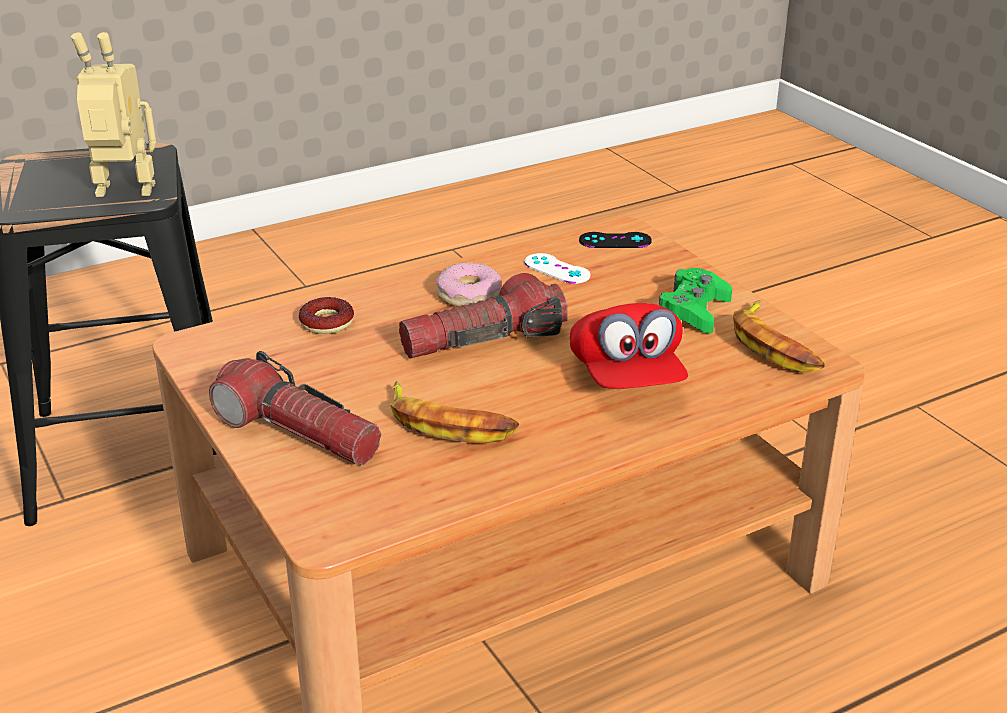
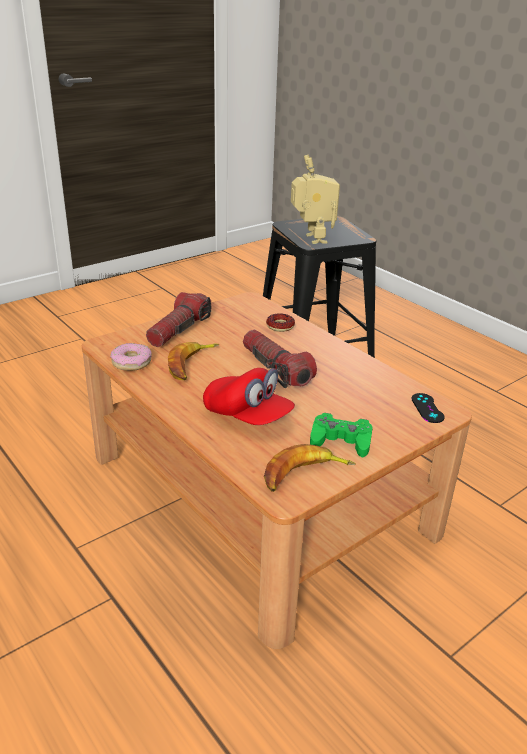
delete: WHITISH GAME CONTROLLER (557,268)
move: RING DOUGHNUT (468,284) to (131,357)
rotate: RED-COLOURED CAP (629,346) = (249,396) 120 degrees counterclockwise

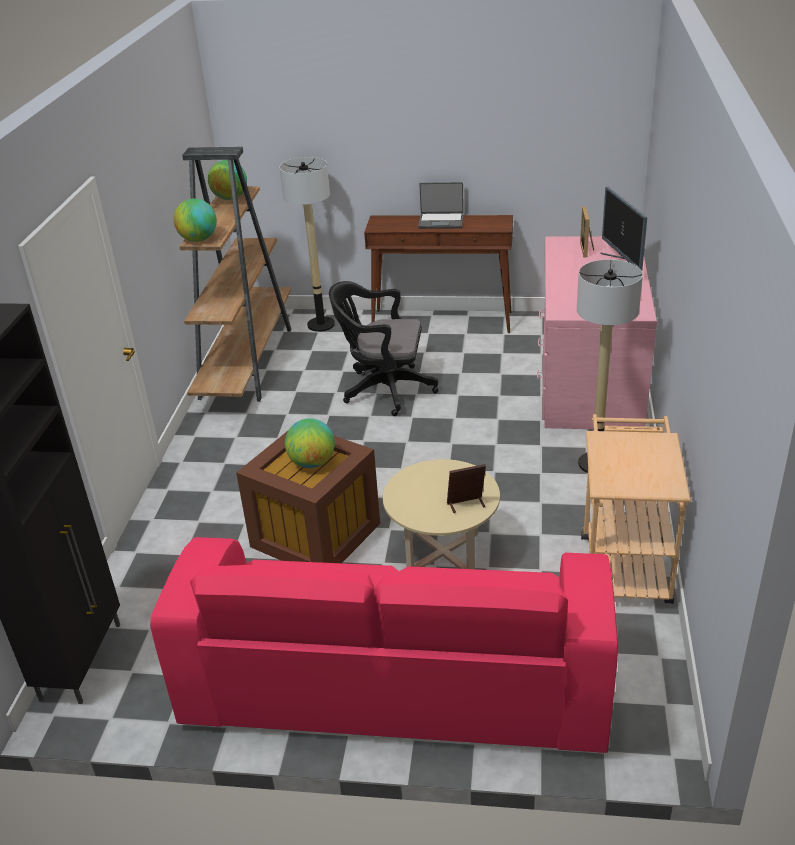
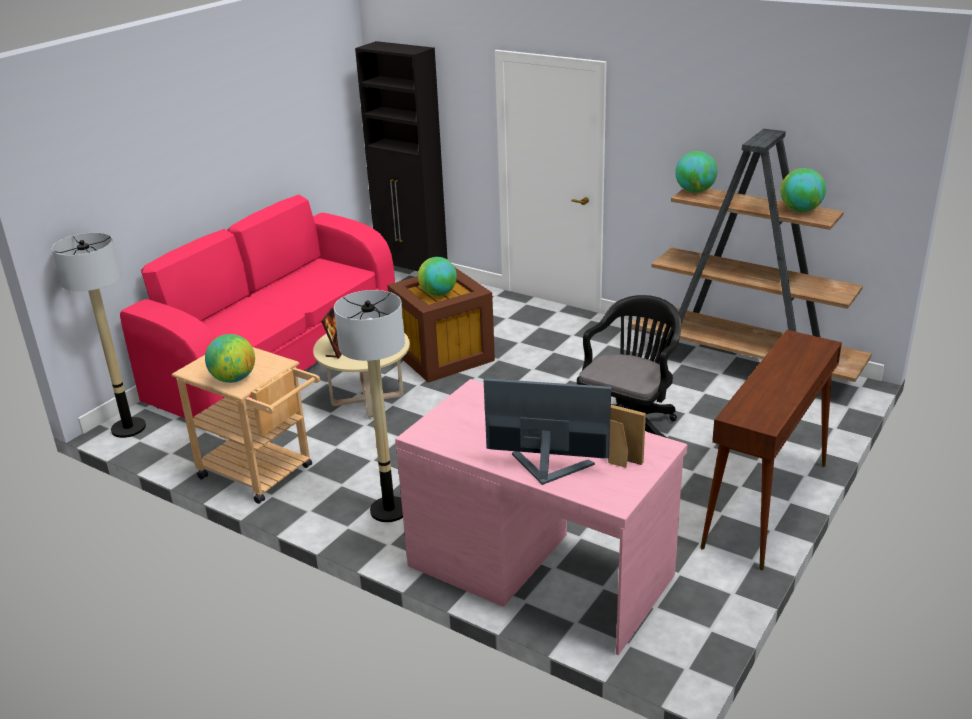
delete: LAPTOP (441,205)
insert: GLOBE (230,358)
move: STANDARD LAMP (307,244) to (99,335)

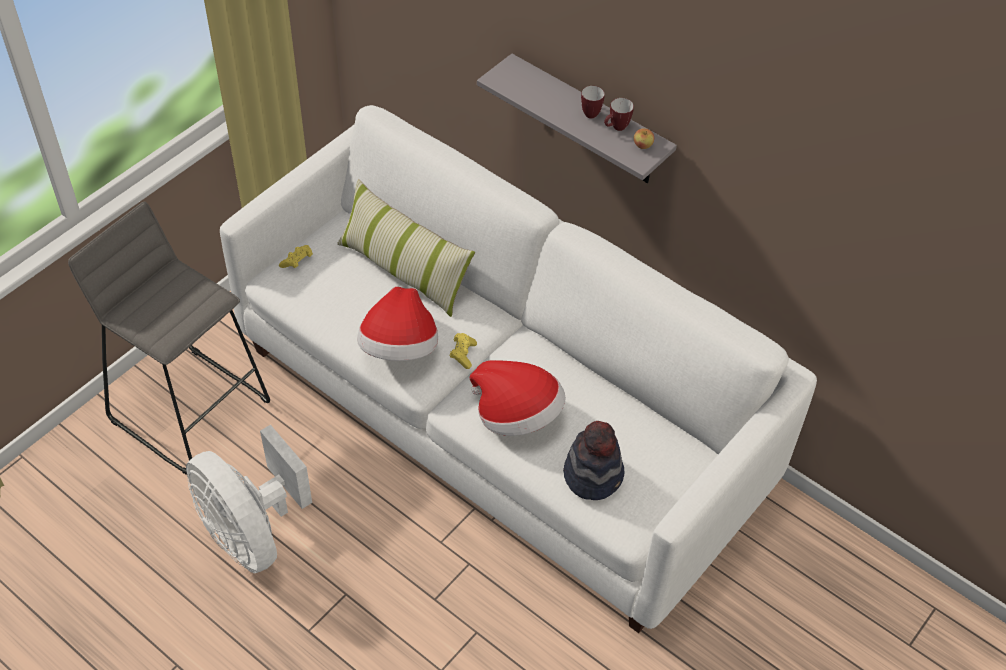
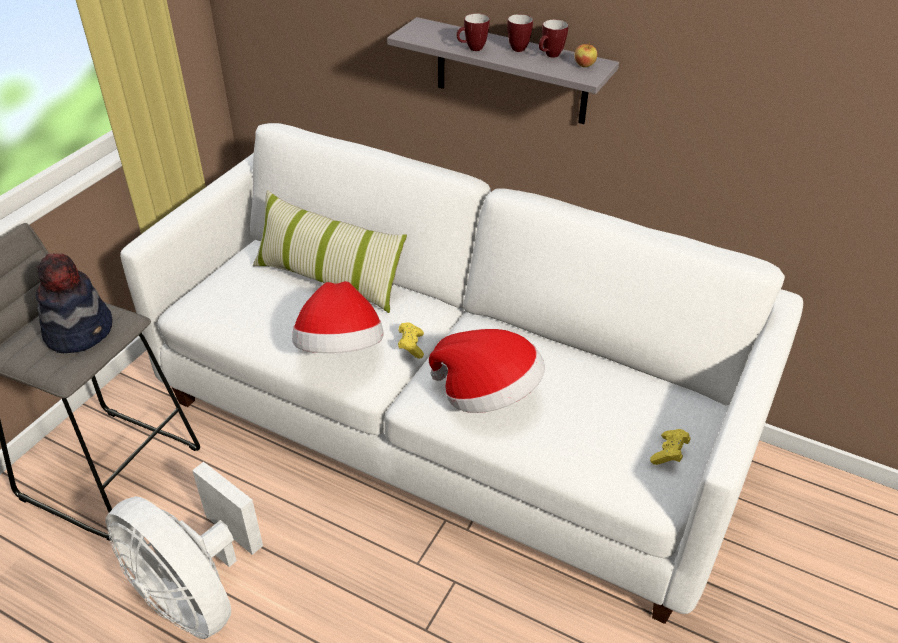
insert: COFFEE MUG (473,32)
move: YELLOW-COLOURED GAME CONTROLLER (296,256) to (670,447); HAT (594,460) to (74,303)

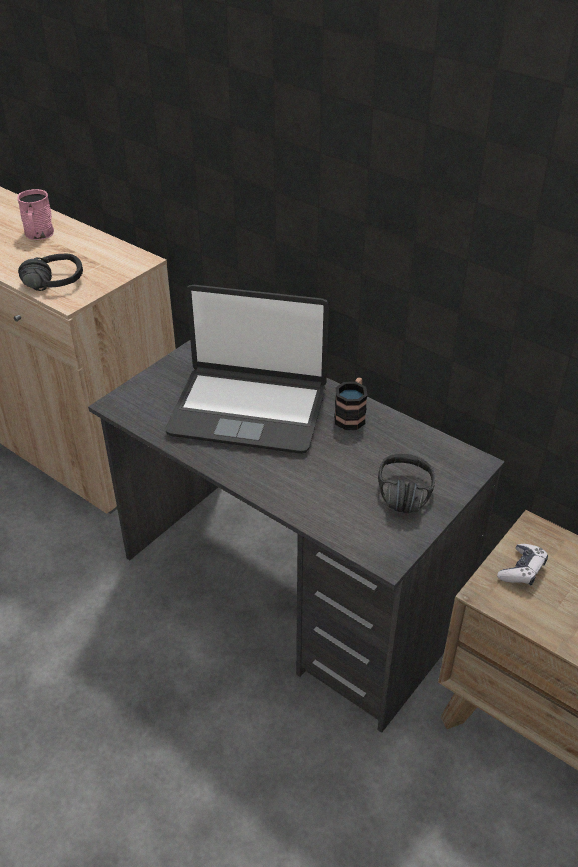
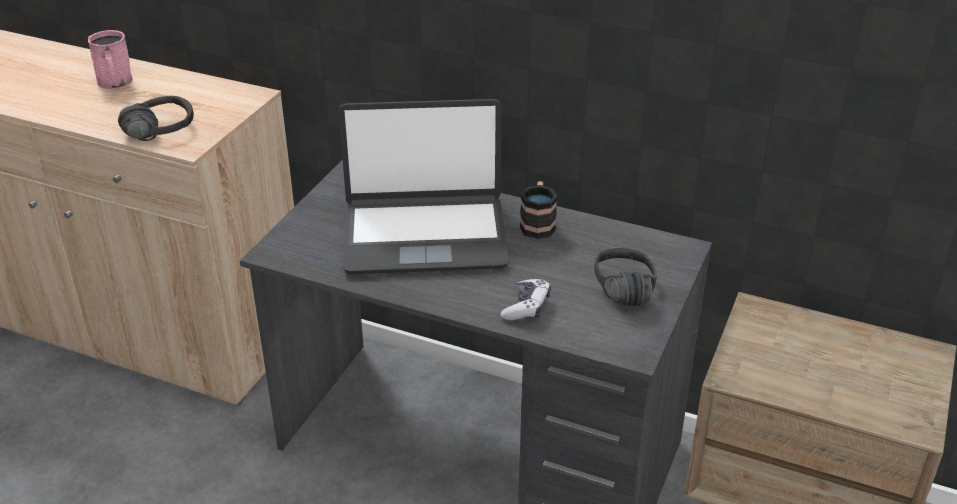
move: GAME CONTROLLER (522,564) to (526,299)

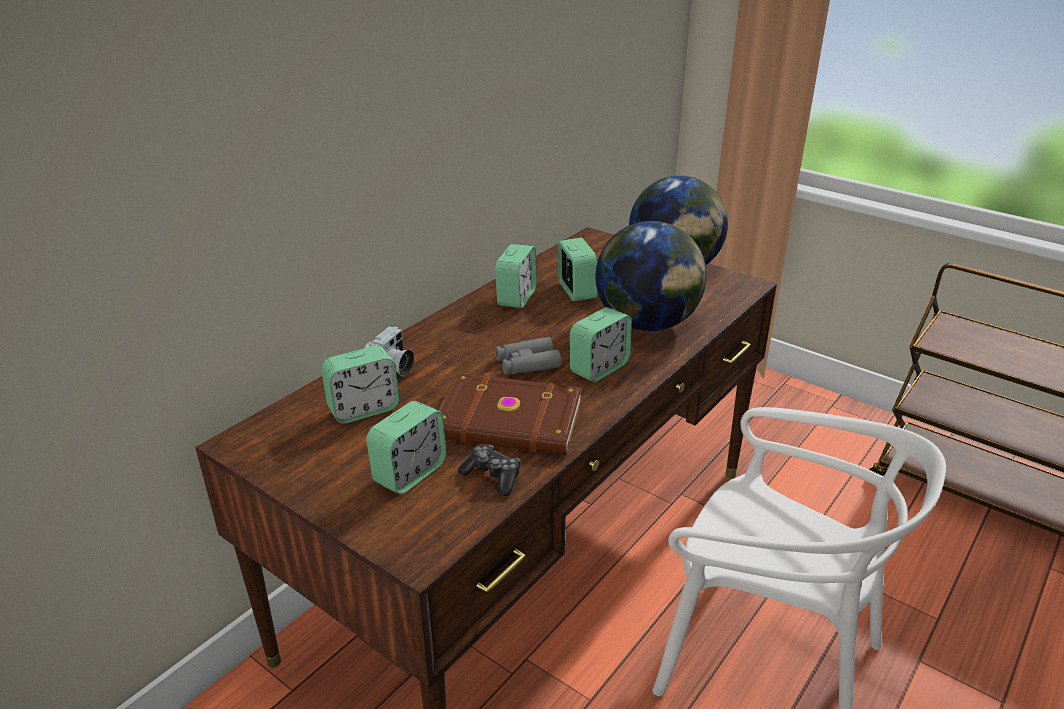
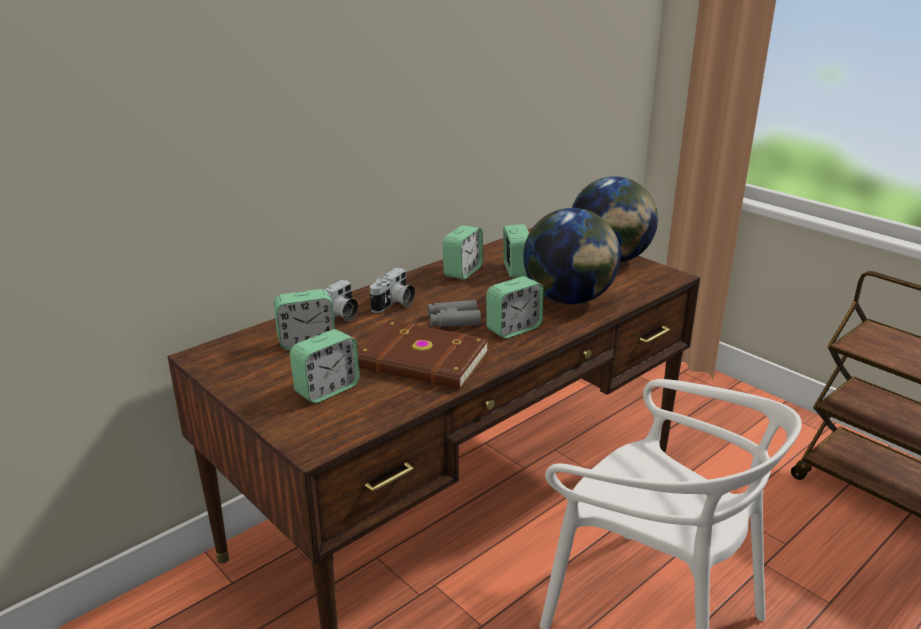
delete: GAME CONTROLLER (489,470)
insert: STILL CAMERA (392,290)

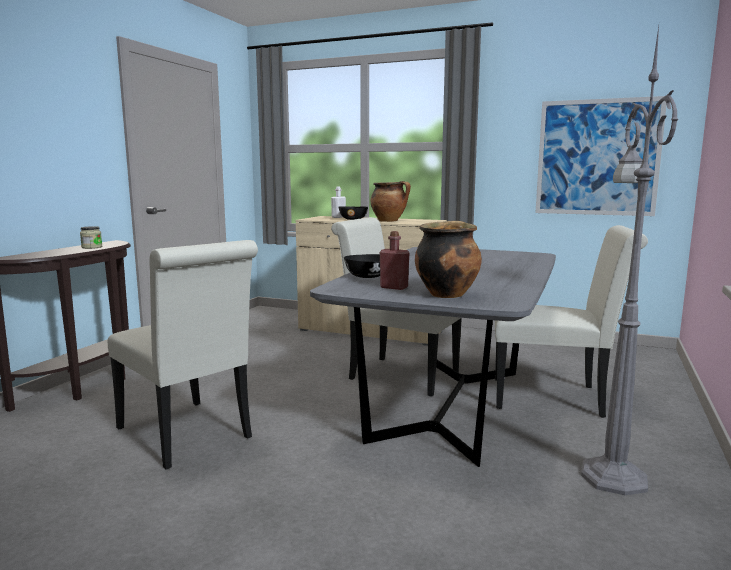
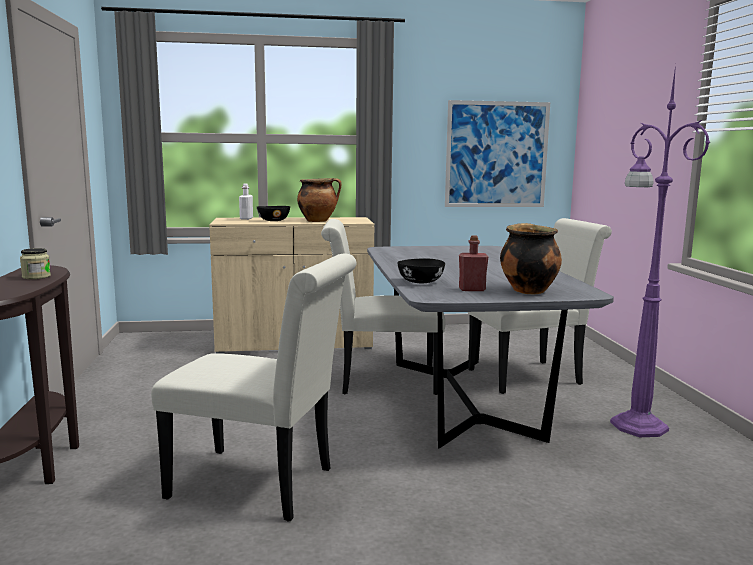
recolor: GRAY STANDARD LAMP (629,260) to PURPLE-COLOURED STANDARD LAMP (660,251)

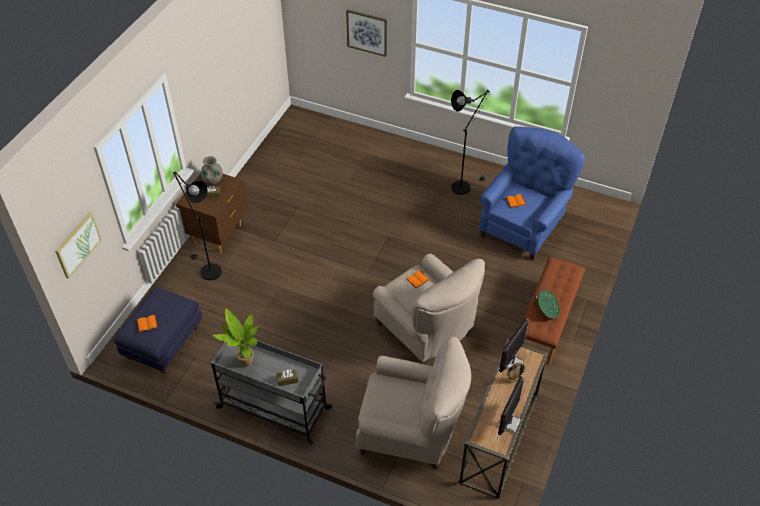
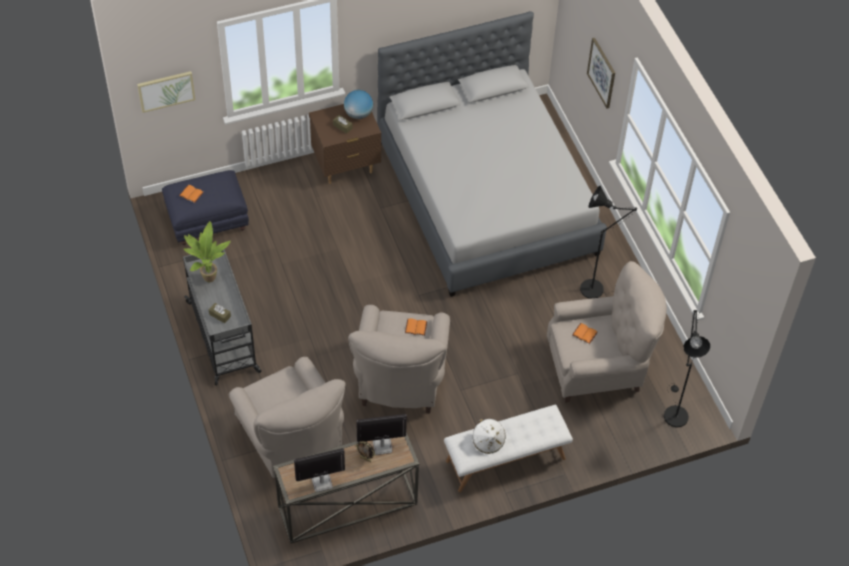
insert: GRAY BED (492,154)
move: BLACK-COLOURED STANDARD LAMP (197,225) to (687,369)
replace: GRAY DECORATIVE VASE (212,170) to GLOBE (358,104)
recolor: BLUE-COLOURED ARMCHAIR (532,193) to SAND-COLOURED ARMCHAIR (607,332); BROWN LONG SEAT (554,311) to WHITISH LONG SEAT (508,448); GREEN HAT (546,304) to WHITISH HAT (489,436)

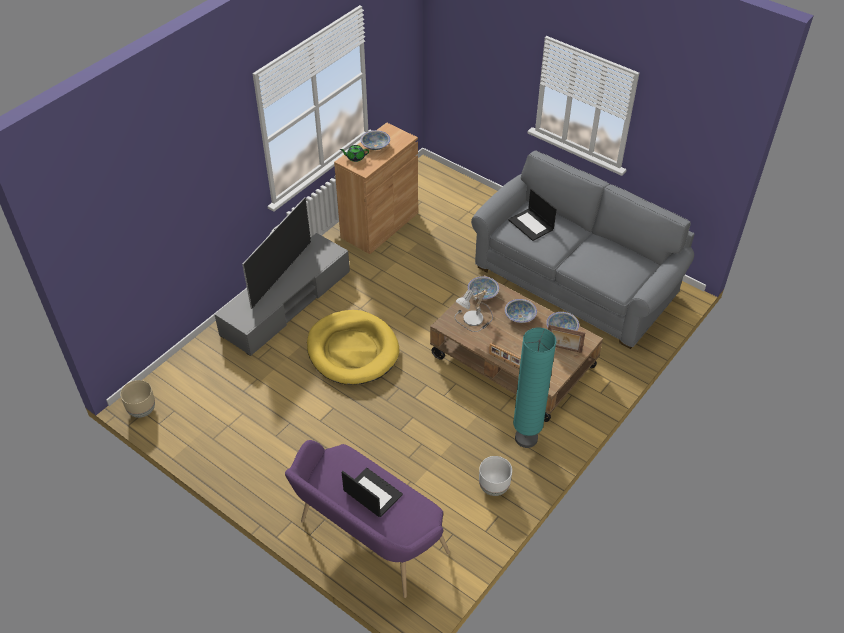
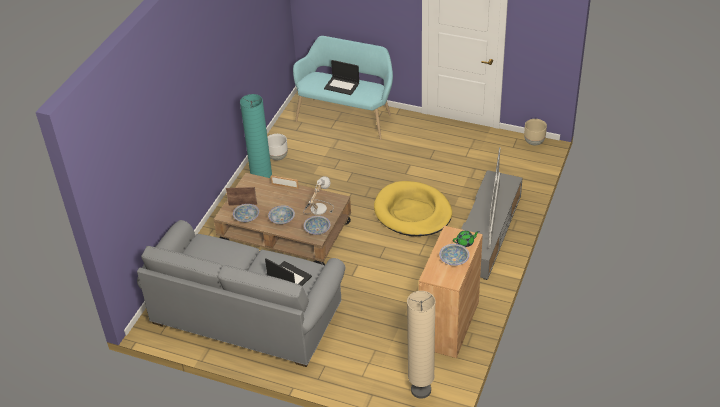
insert: SAND-COLOURED STANDARD LAMP (421,345)
recolor: PURPLE-COLOURED LONG SEAT (367,519) to TURQUOISE-COLOURED LONG SEAT (343,88)

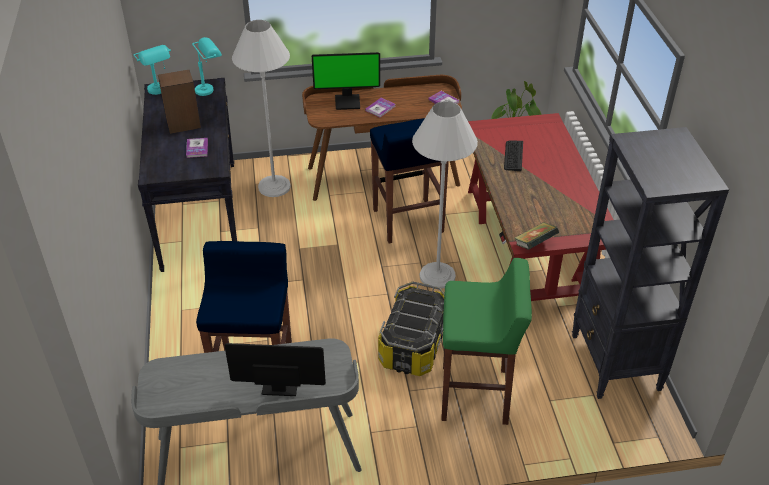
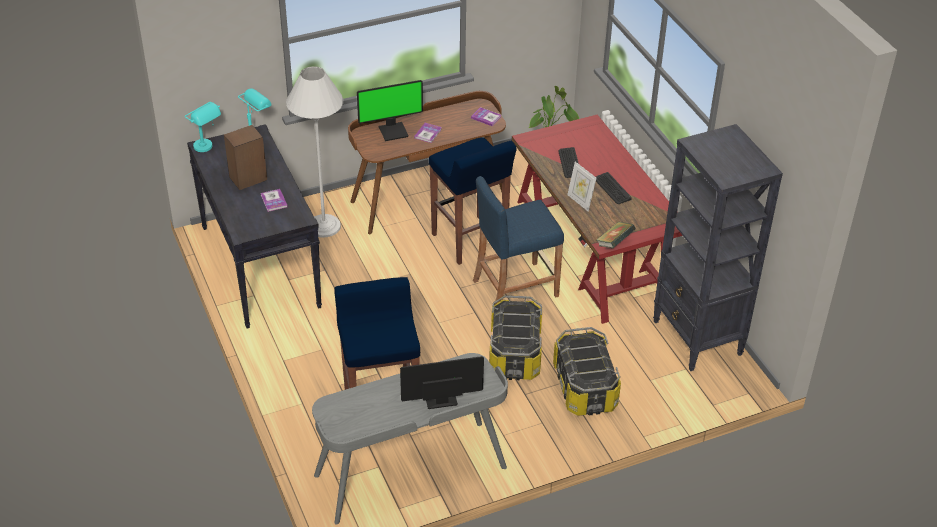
insert: STANDING FRAME (581,187); COMPUTER KEYBOARD (614,188)
replace: WHITISH STANDARD LAMP (445,195) to BLUE-COLOURED STOOL (518,240); GREEN STOOL (486,341) to STORAGE BIN (587,371)

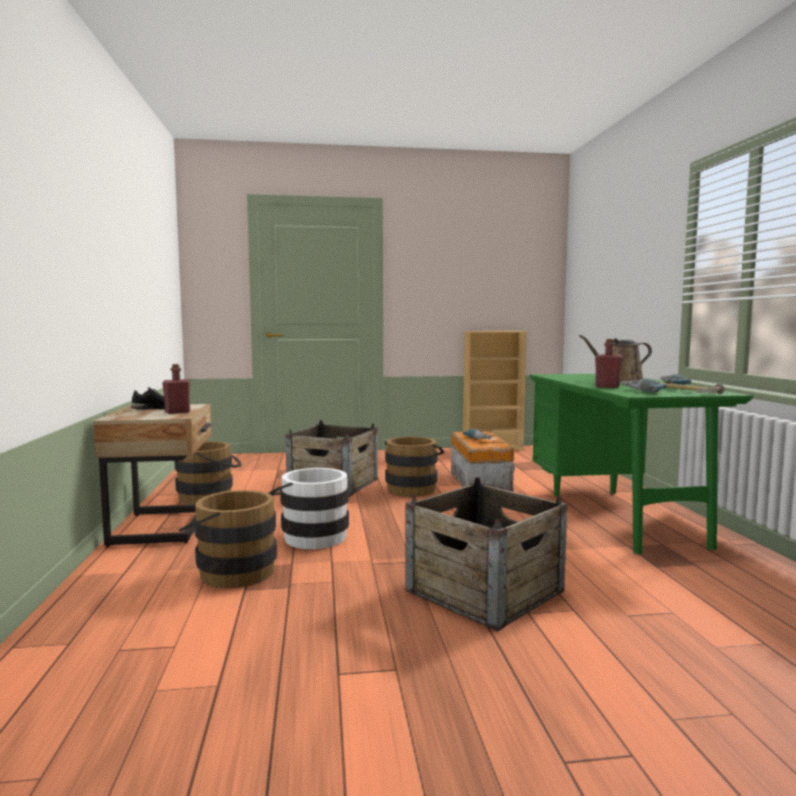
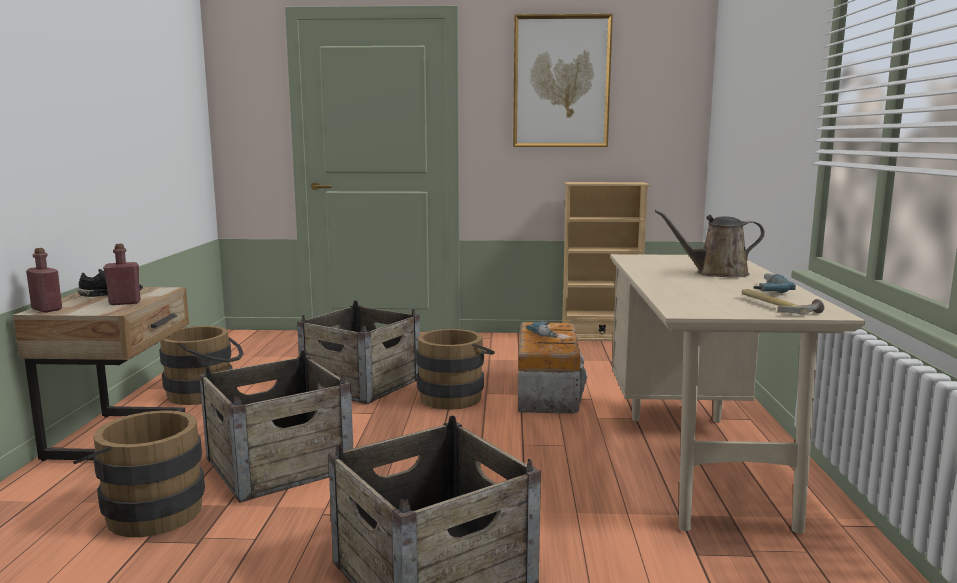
delete: DRILL (644,385)
insert: WALL PICTURE (563,80)
move: RED-COLOURED BEVERAGE BOTTLE (608,363) to (44,280)
replace: WHITISH BUCKET (308,508) to SHIPPING CRATE (276,426)
recolor: GREEN DESK (641,464) to SAND-COLOURED DESK (737,393)

